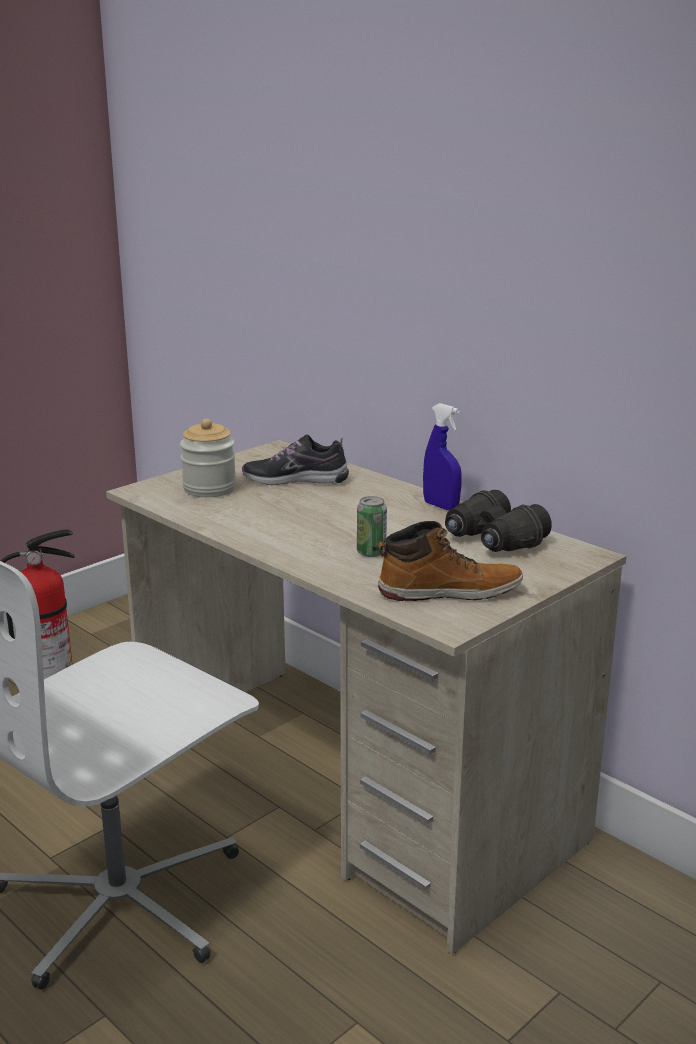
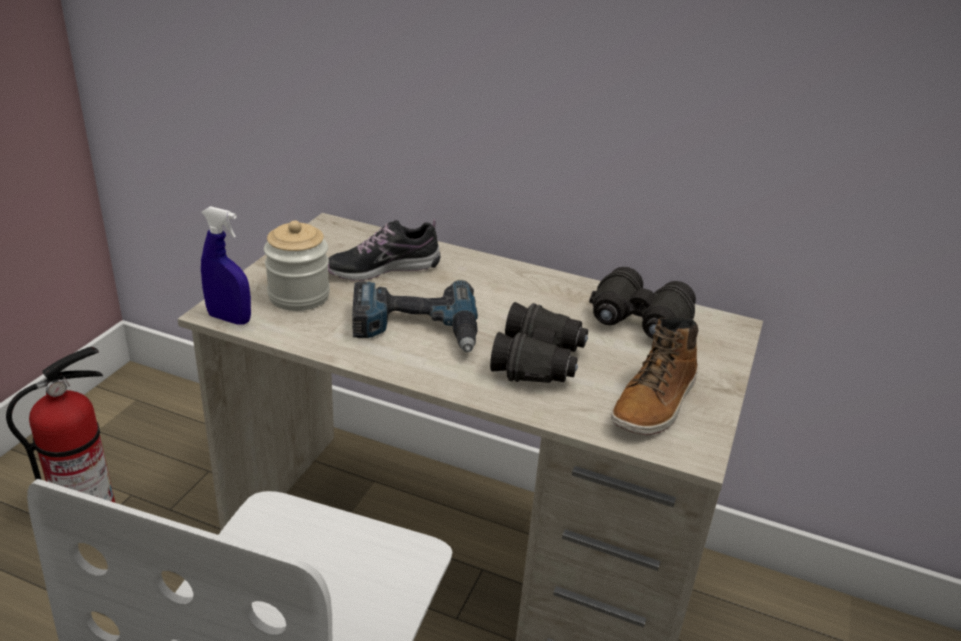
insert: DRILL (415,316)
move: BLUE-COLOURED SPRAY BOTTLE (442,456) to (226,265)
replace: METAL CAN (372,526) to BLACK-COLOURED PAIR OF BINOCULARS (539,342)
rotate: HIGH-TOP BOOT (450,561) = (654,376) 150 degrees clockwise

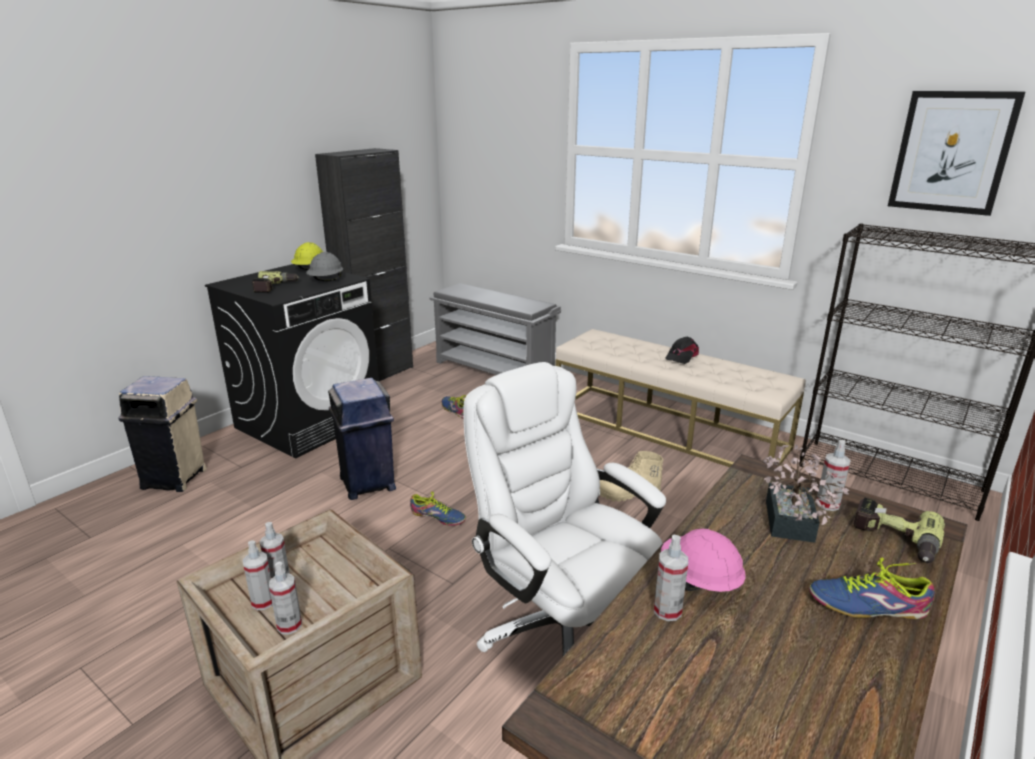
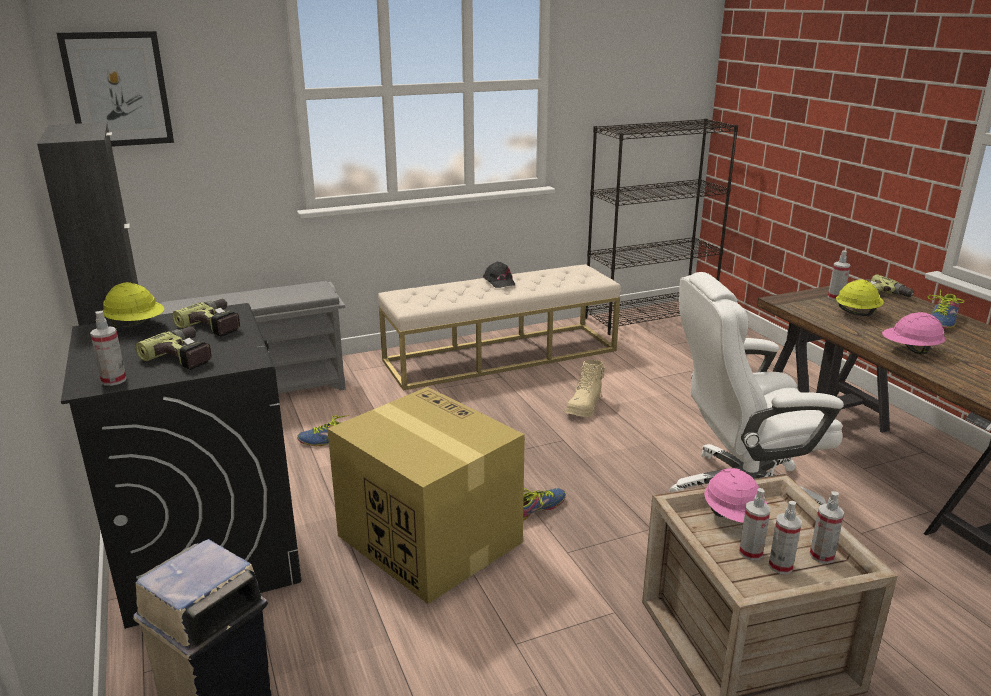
insert: PINKISH WORK HELMET (736,495)
move: WALL PICTURE (956,153) to (115,89); SPRAY BOTTLE (671,578) to (108,348)
replace: GRAY WORK HELMET (324,266) to DRILL (206,317); BLUE-COLOURED RUBBISH BIN (362,439) to PACKING BOX (426,495); HOUSEPLANT (806,493) to YELLOW-COLOURED WORK HELMET (860,298)

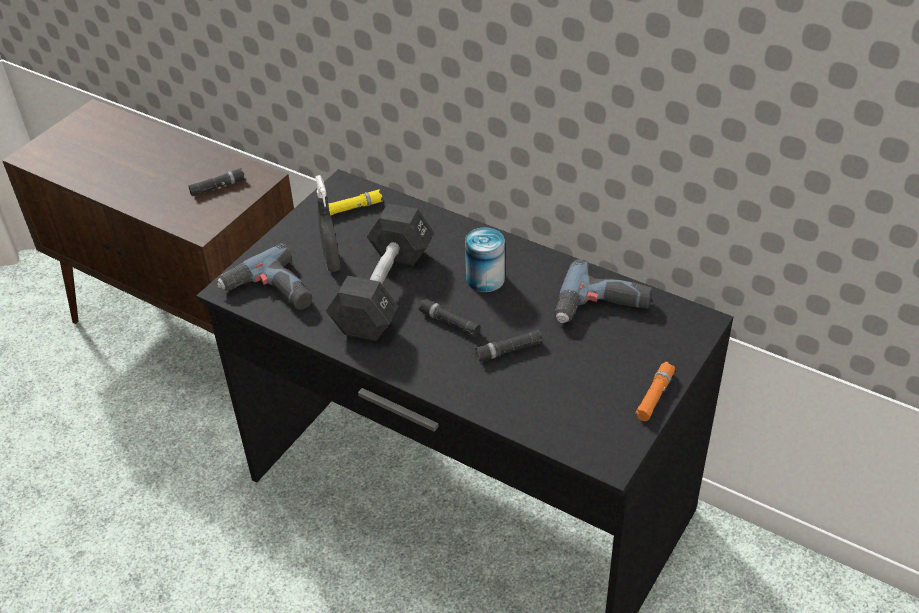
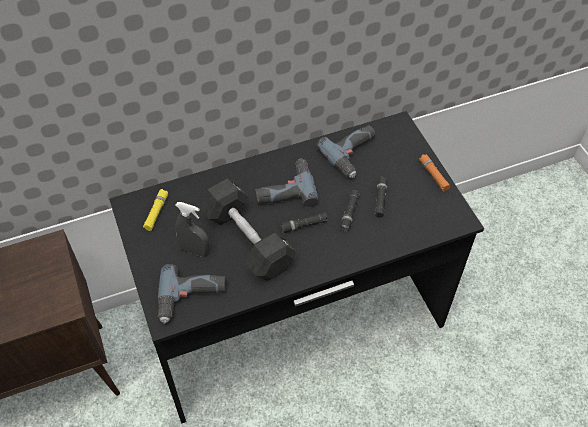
move: BLACK-COLOURED TORCH (217,182) to (381,197)
replace: METAL CAN (485,259) to DRILL (287,183)

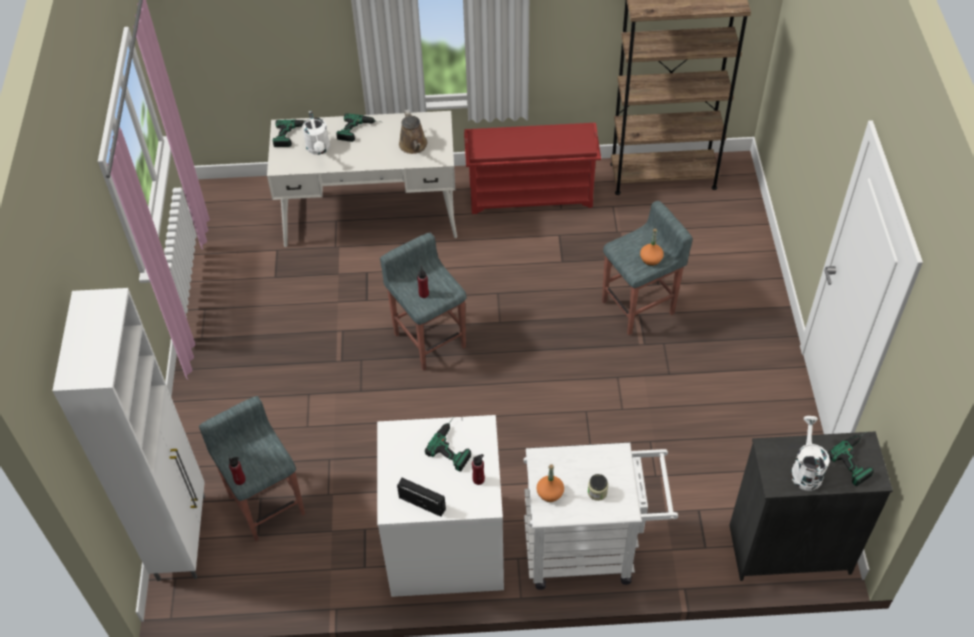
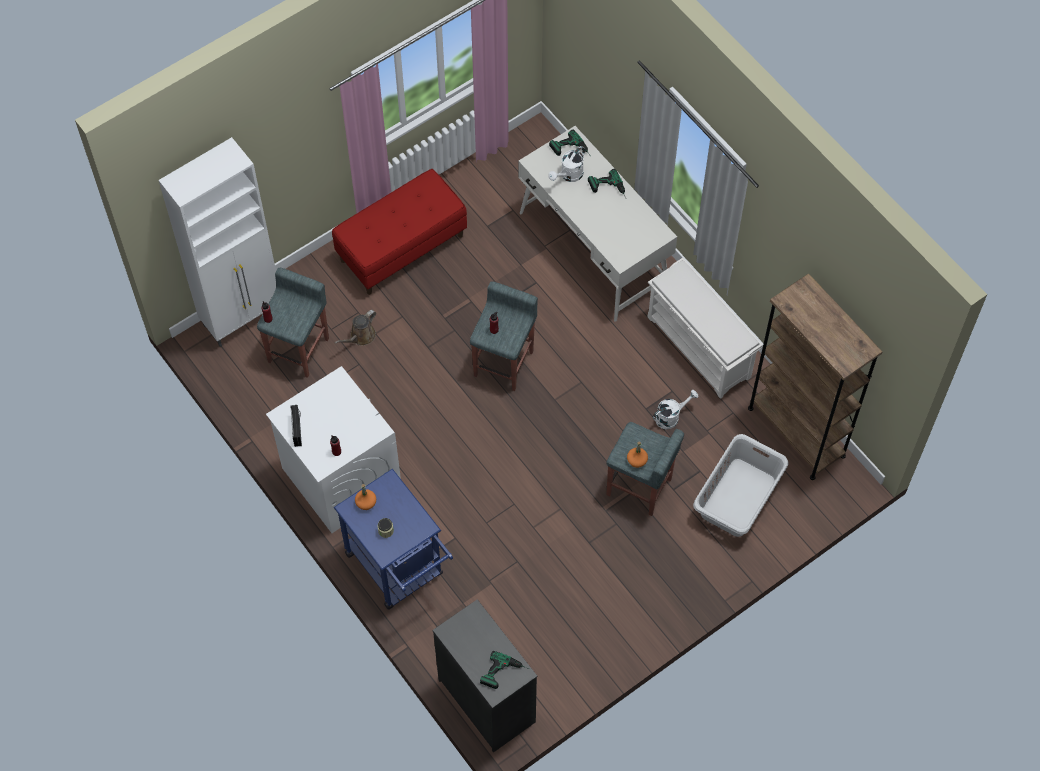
delete: DRILL (448,444)
insert: RED-COLOURED LONG SEAT (399,232); GRAY WASHING BASKET (740,485)
move: BROWN WATERING POT (413,131) to (355,328); WHITISH WATERING POT (810,453) to (675,409)
recolor: RED-COLOURED SHOE SHELF (532,168) to WHITISH SHOE SHELF (705,328); WHITISH CART (601,516) to BLUE-COLOURED CART (393,539)

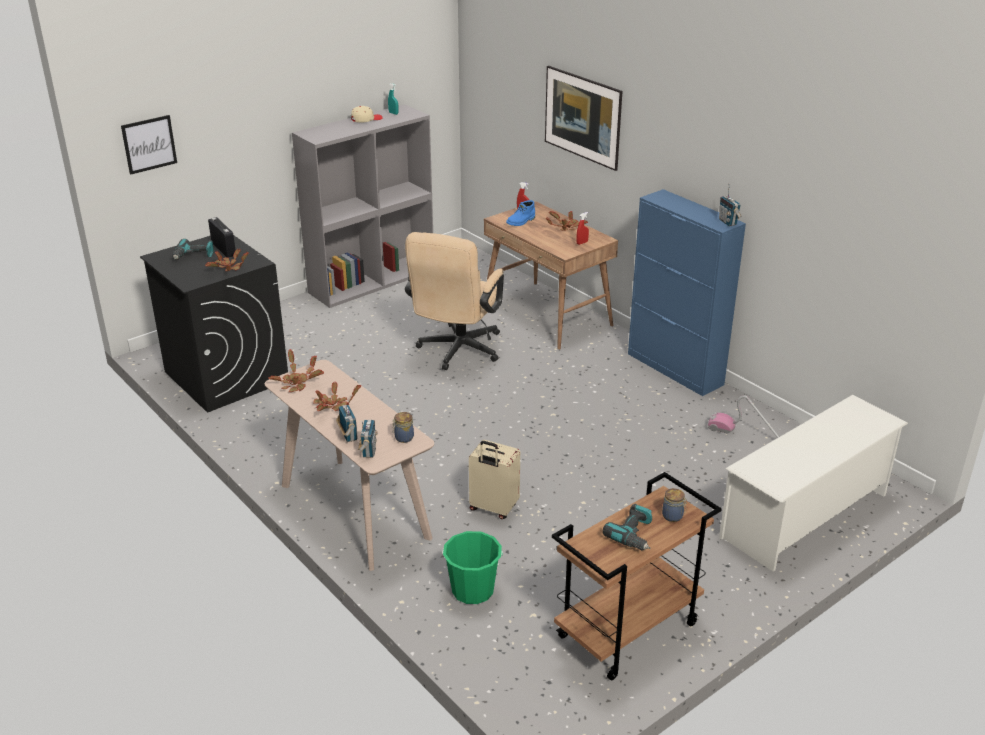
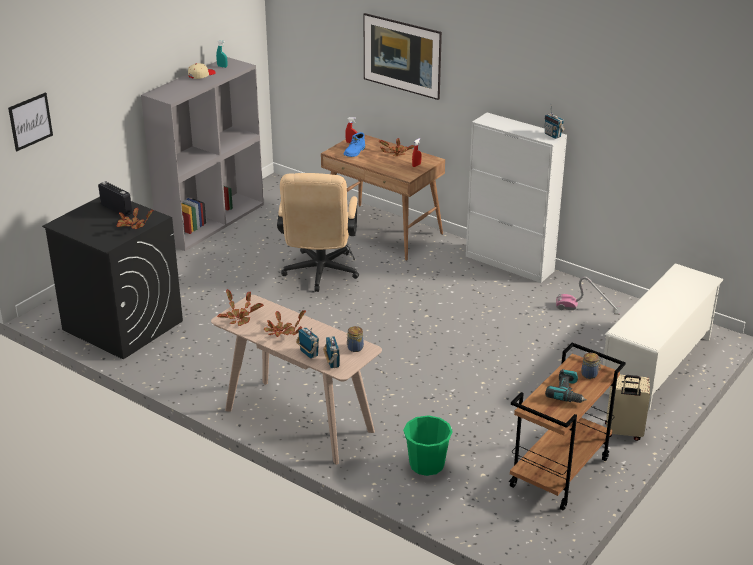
delete: DRILL (193,249)
move: SAND-COLOURED PIECE OF LUGGAGE (494,479) to (627,408)
recolor: BLUE-COLOURED CABINET (687,292) to WHITISH CABINET (516,198)

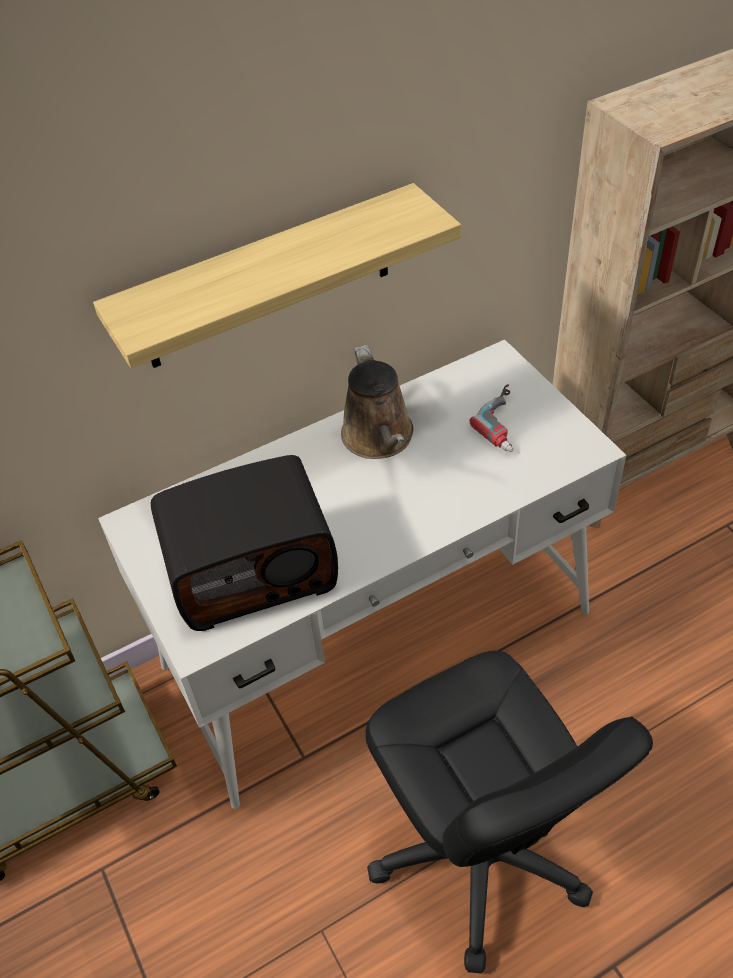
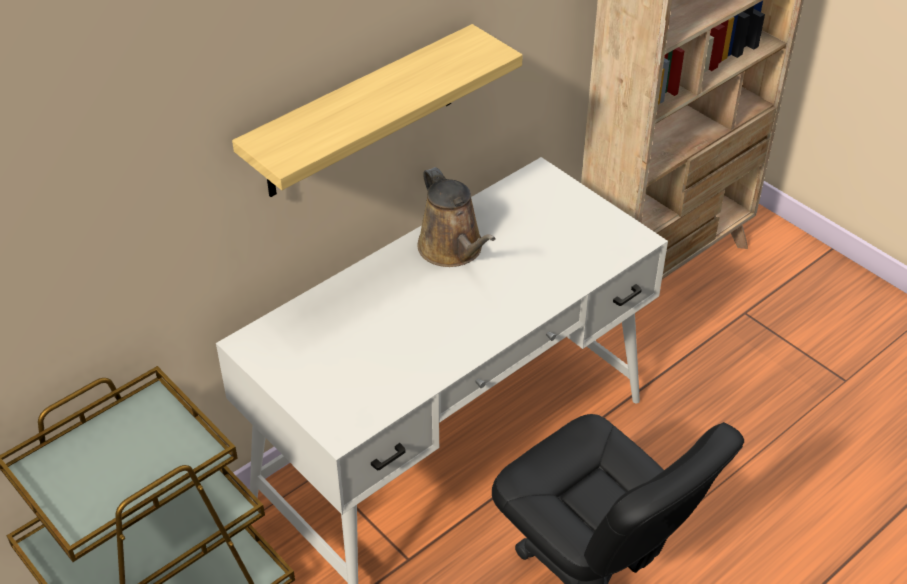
delete: DRILL (491,418); RADIO SET (244,543)

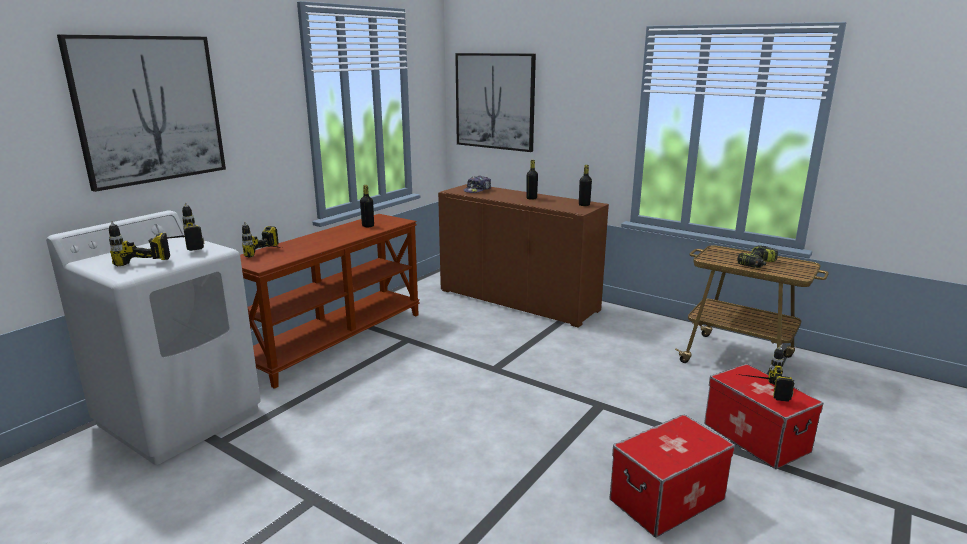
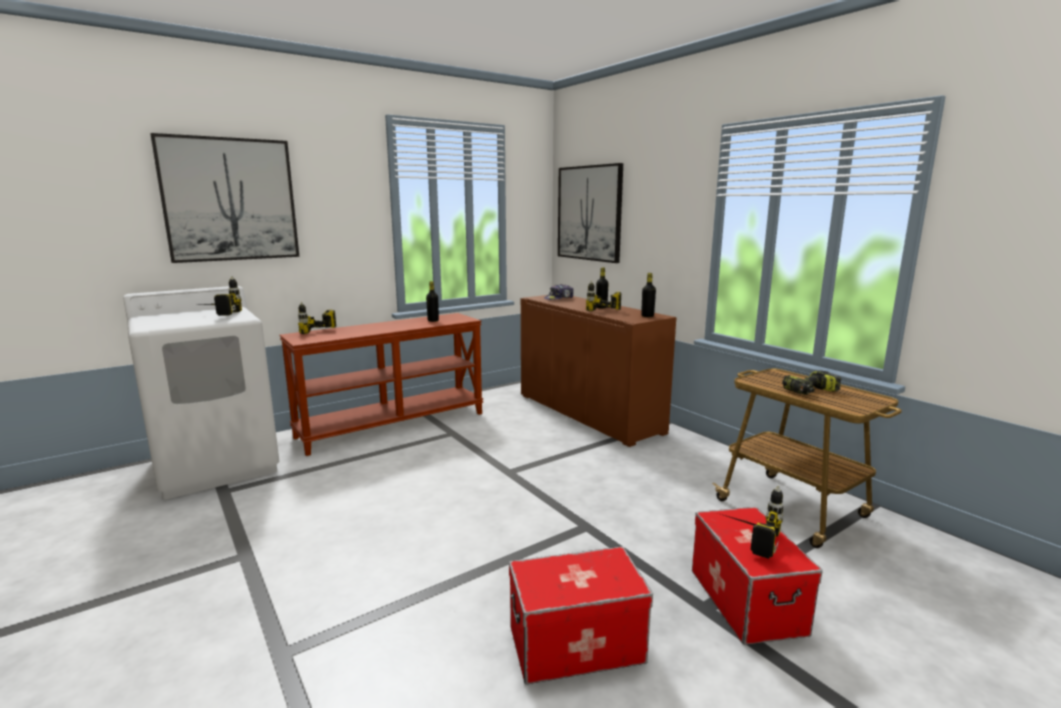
move: DRILL (139,243) to (603,296)

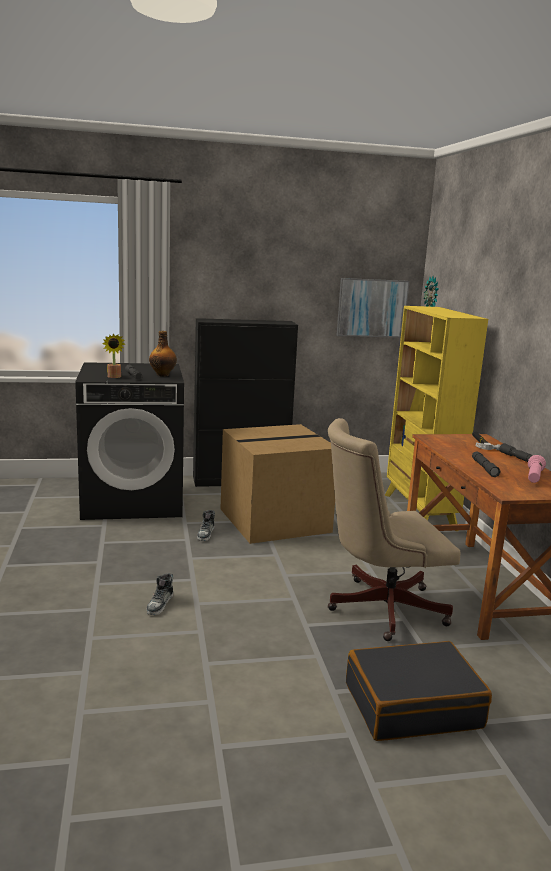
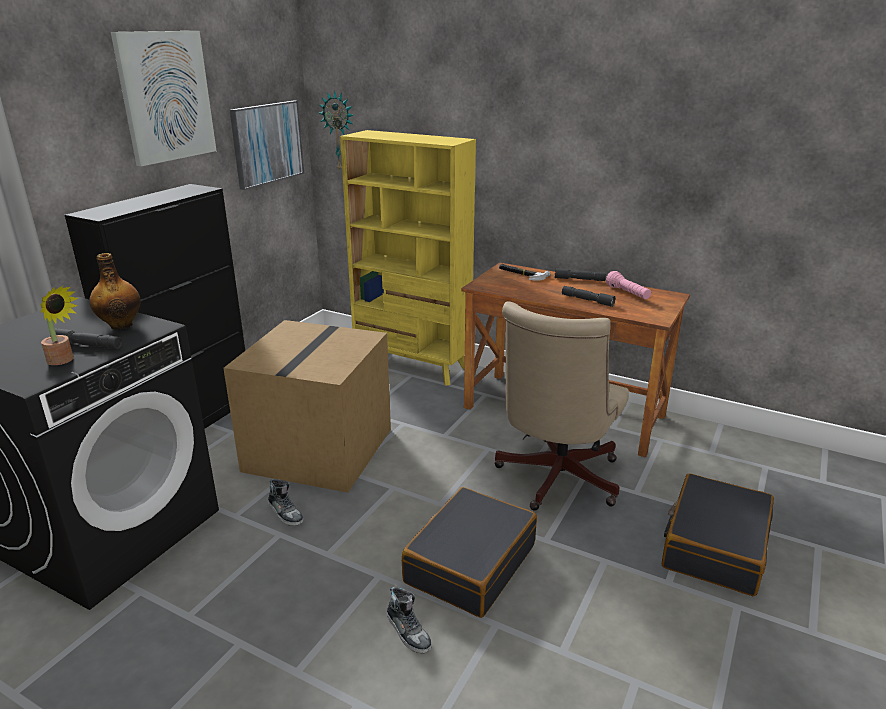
insert: WALL PICTURE (163,98); BLACK-COLOURED PIECE OF LUGGAGE (469,552)

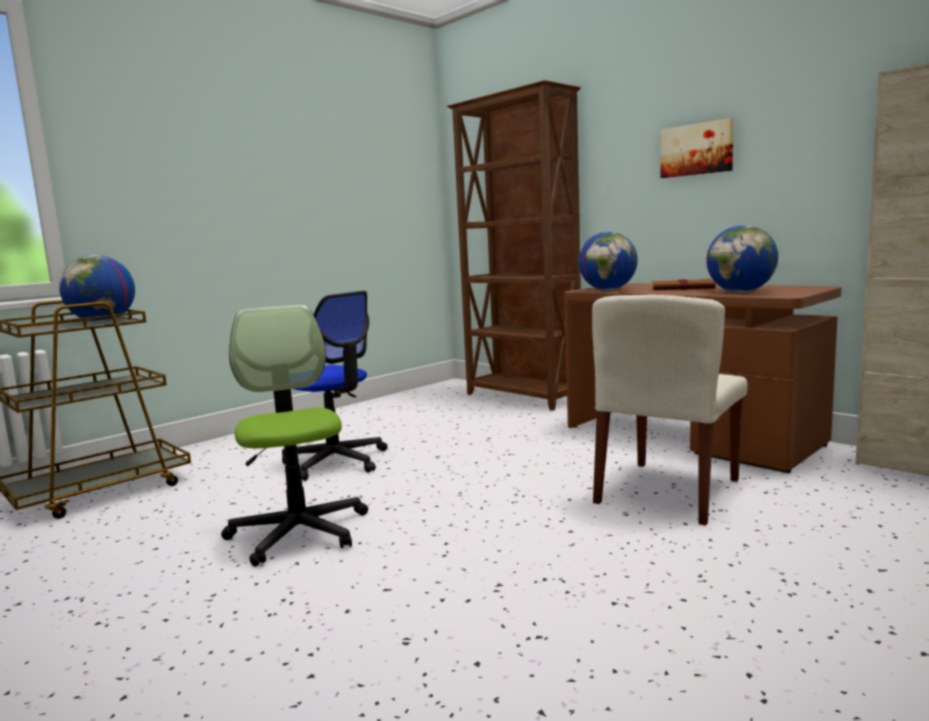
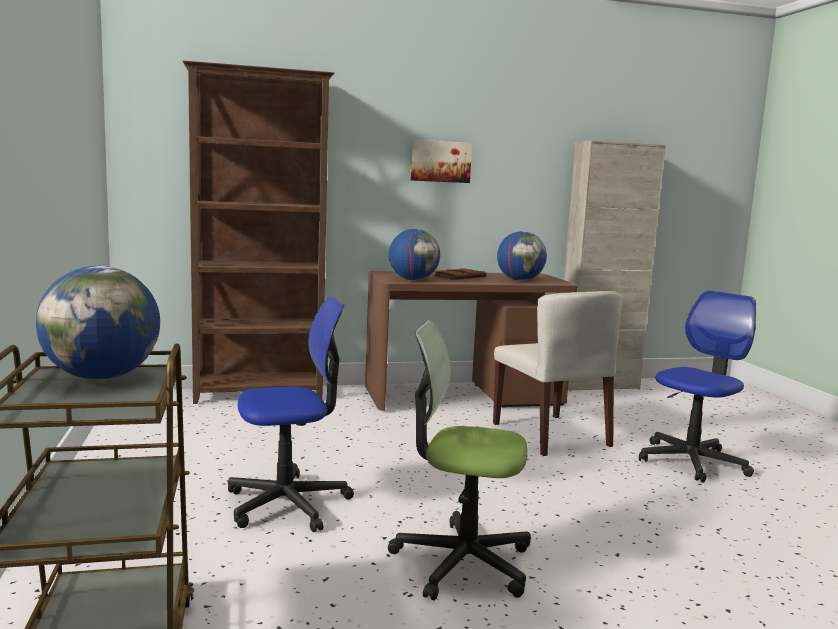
insert: COMPUTER CHAIR (697,387)

